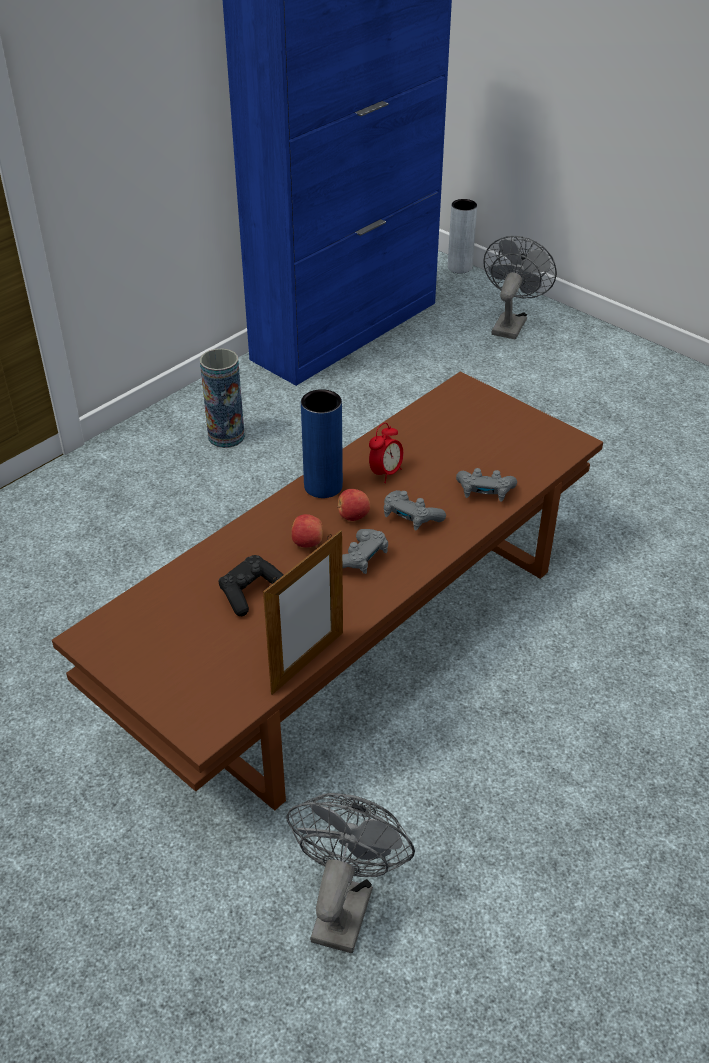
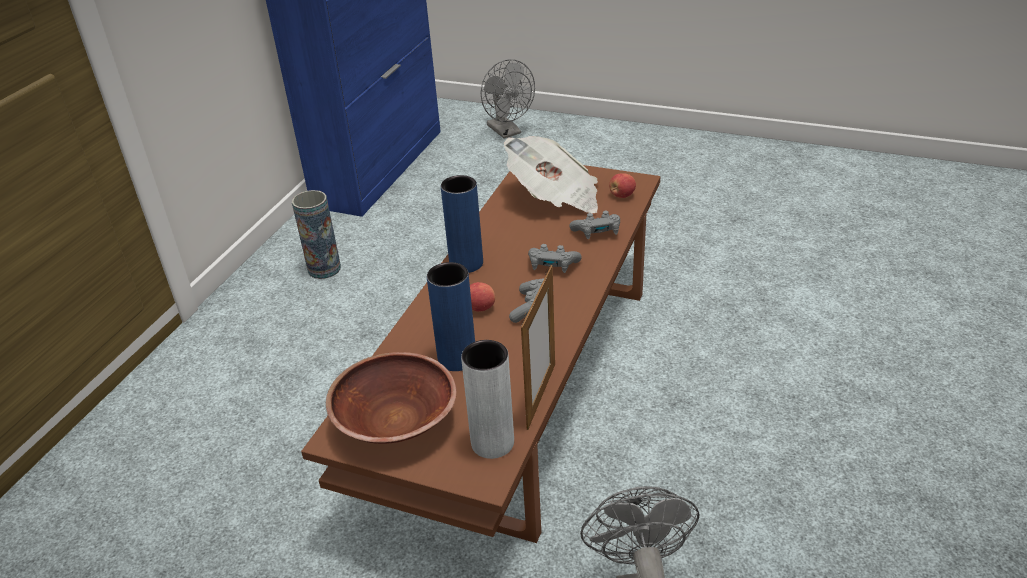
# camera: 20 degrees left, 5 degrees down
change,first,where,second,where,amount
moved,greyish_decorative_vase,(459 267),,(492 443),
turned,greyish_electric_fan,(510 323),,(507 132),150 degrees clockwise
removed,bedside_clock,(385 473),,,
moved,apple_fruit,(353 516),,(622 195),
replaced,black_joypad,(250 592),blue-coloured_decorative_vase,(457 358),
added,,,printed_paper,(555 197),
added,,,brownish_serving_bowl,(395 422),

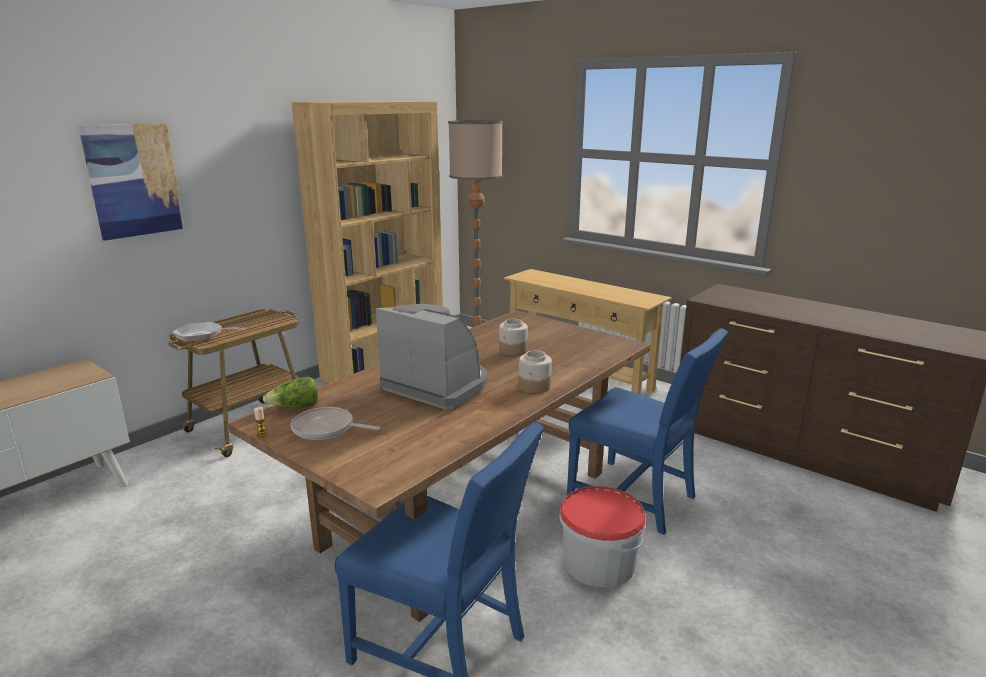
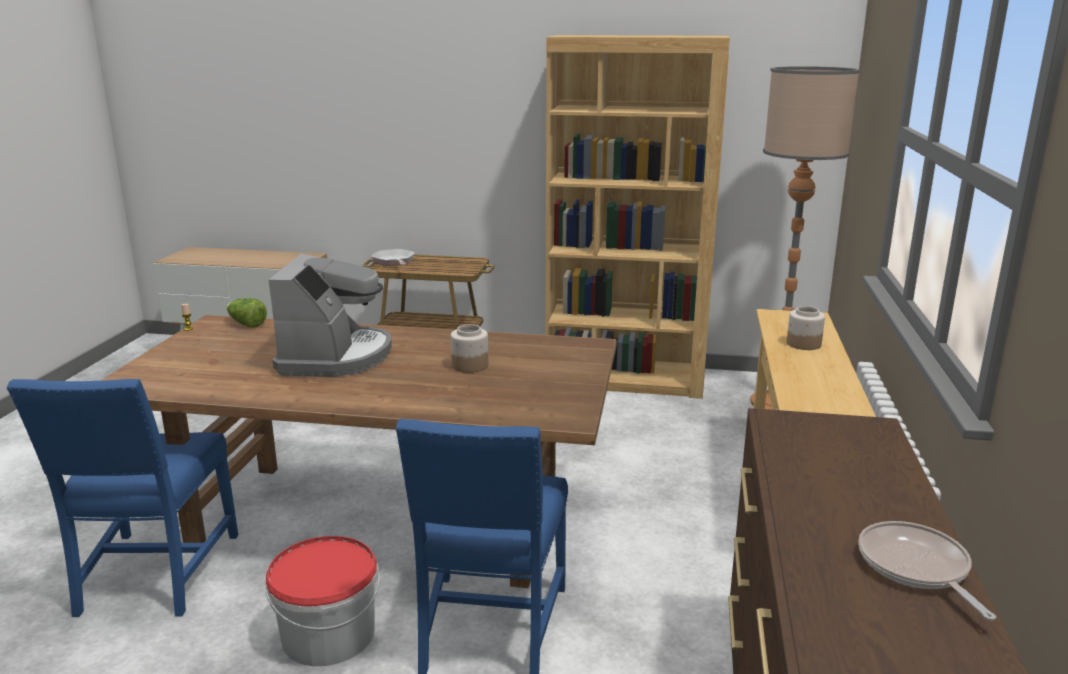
# camera: 60 degrees right, 0 degrees up
change,first,where,second,where,amount
removed,wall_picture,(134 180),,,
moved,storage_jar,(534 386),,(803 344),
moved,frying_pan,(326 429),,(916 568),

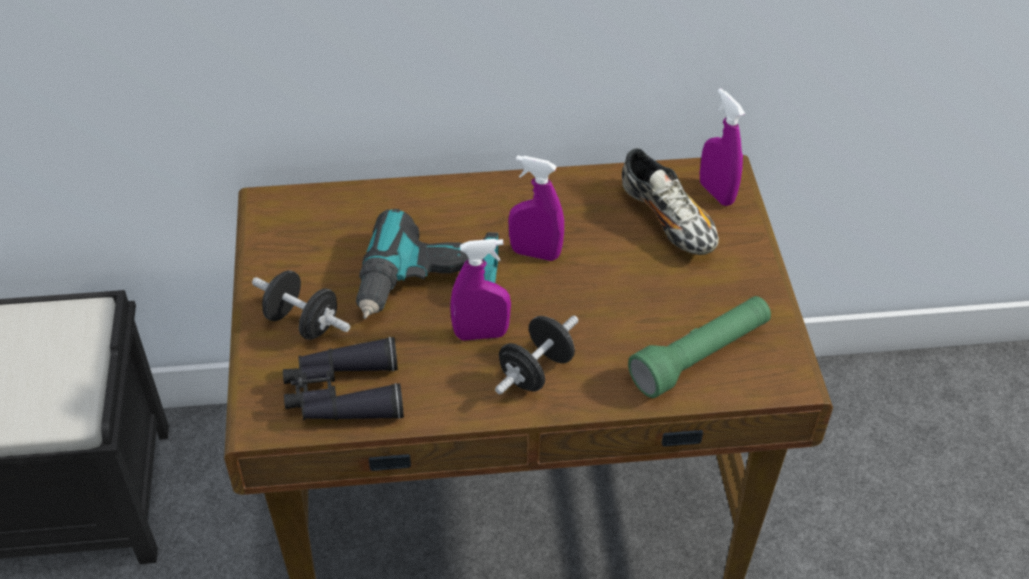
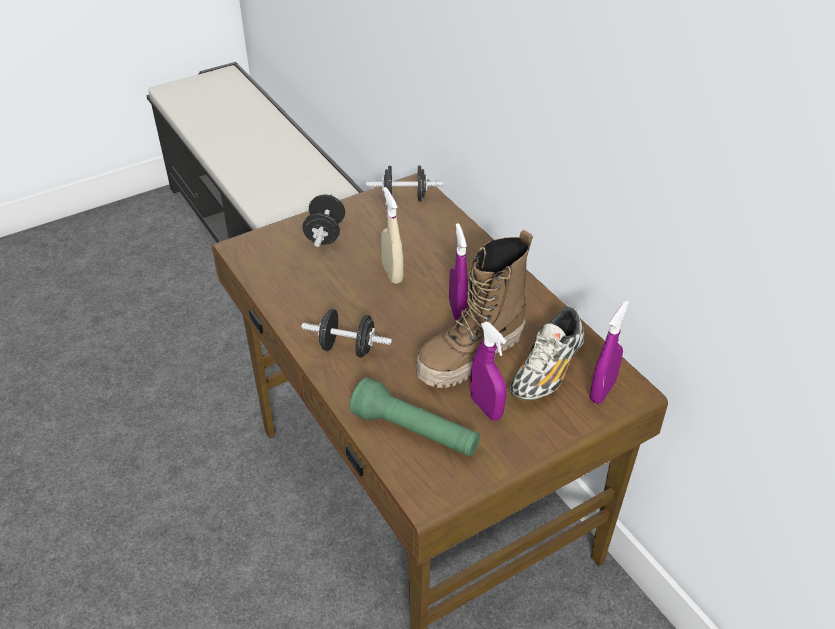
# camera: 65 degrees right, 5 degrees down
change,first,where,second,where,amount
replaced,electric_drill,(429 285),sand-coloured_sprayer,(392 273),
moved,purple_sprayer,(481 334),,(486 408),
removed,black_binoculars,(343 394),,,
added,,,black_hand_weight,(404 198),
added,,,high-top_boot,(471 356),

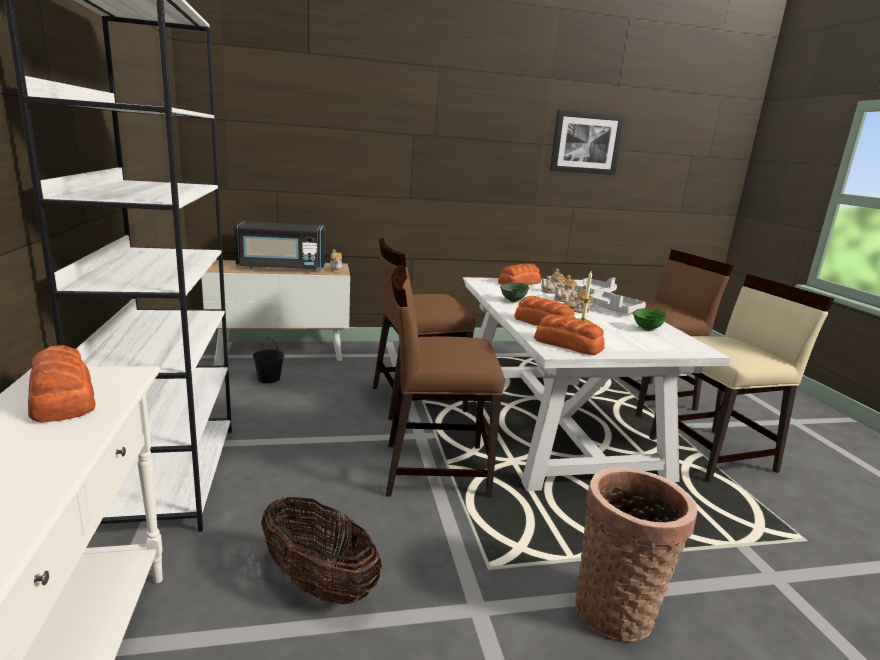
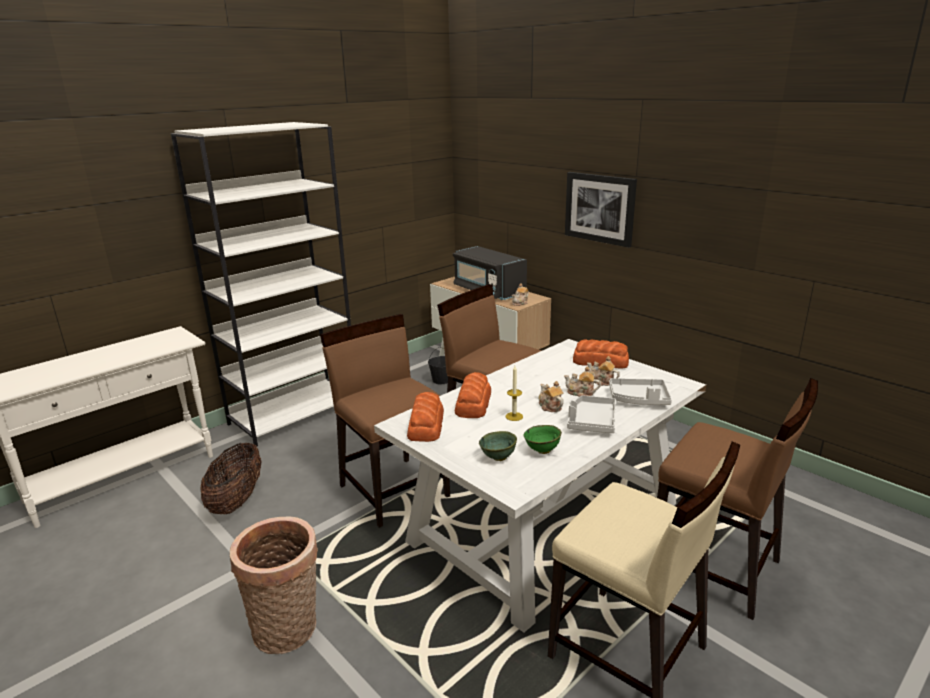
# camera: 60 degrees right, 5 degrees up
change,first,where,second,where,amount
moved,wall_picture,(586 143),,(600 208),
moved,greenish_serving_bowl,(513 301),,(498 458),
removed,bread,(61 398),,,

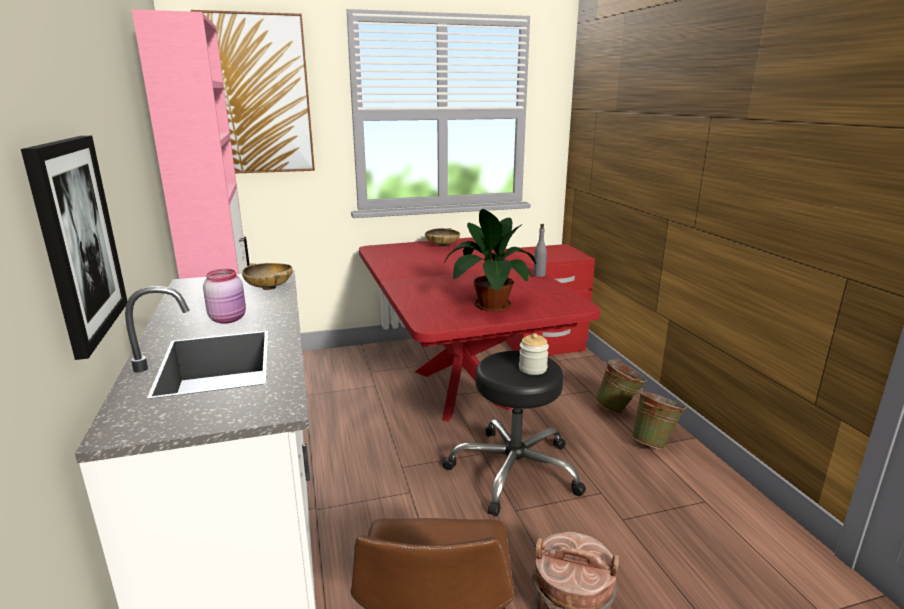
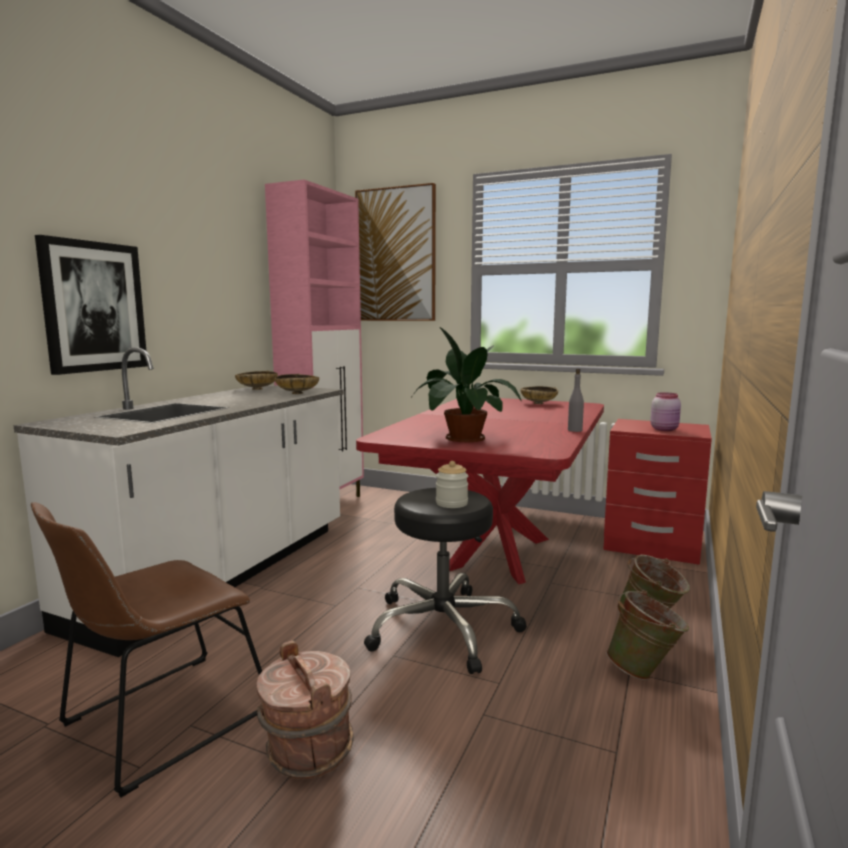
# camera: 40 degrees right, 10 degrees down
change,first,where,second,where,amount
moved,pink-coloured_storage_jar,(229 319),,(665 429),
added,,,sand-coloured_serving_bowl,(257 389),

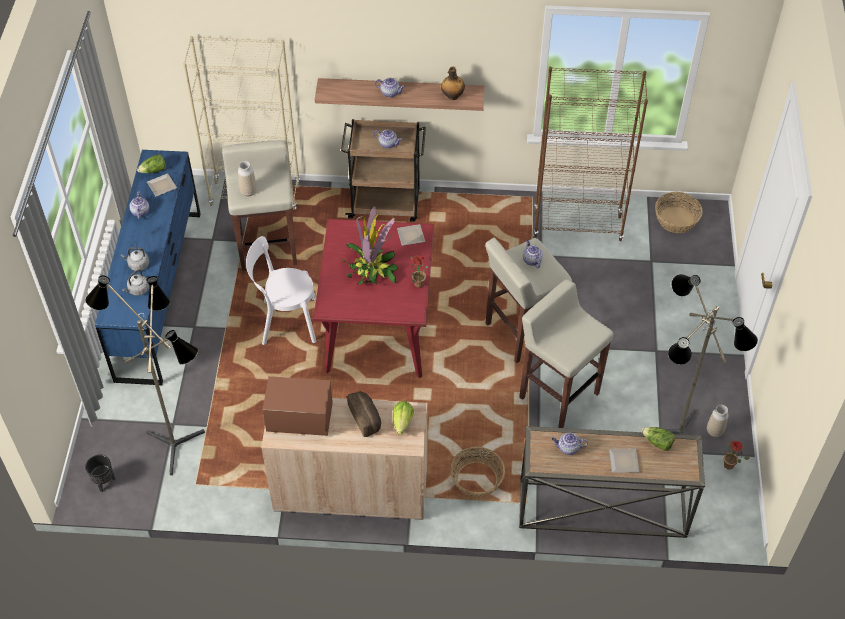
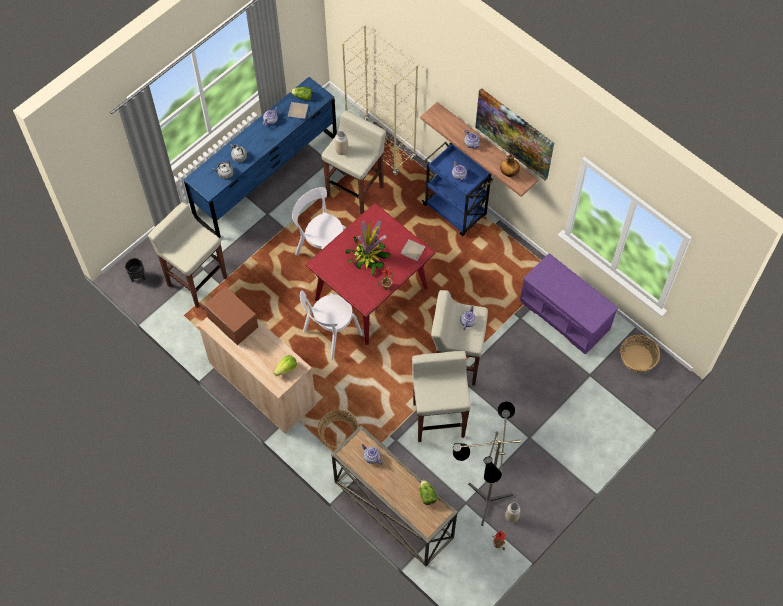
# camera: 40 degrees right, 10 degrees up
change,first,where,second,where,amount
replaced,brownish_bookcase,(577 226),purple_long_seat,(565 315),
recoloured,brownish_cart,(386 204),blue-coloured_cart,(455 211),
replaced,standard_lamp,(177 440),sand-coloured_stool_seat,(196 281),
removed,bread,(366 418),,,
removed,flat_dish,(624 460),,,
added,,,wall_picture,(514 133),
added,,,white-coloured_upright_chair,(330 335),

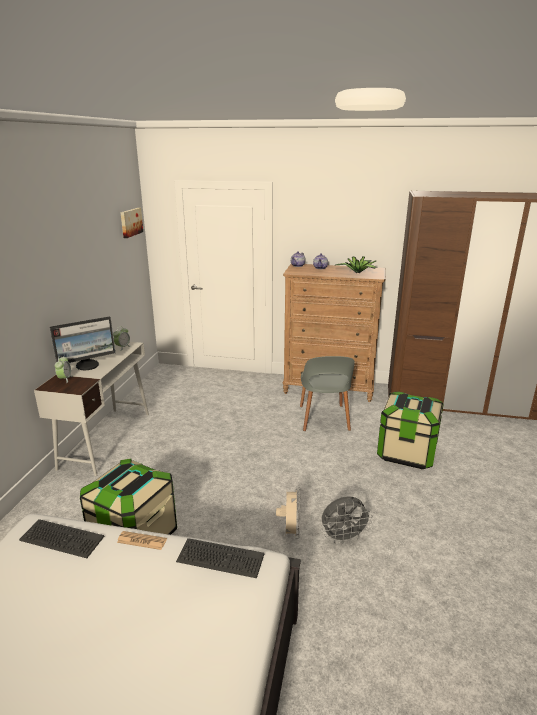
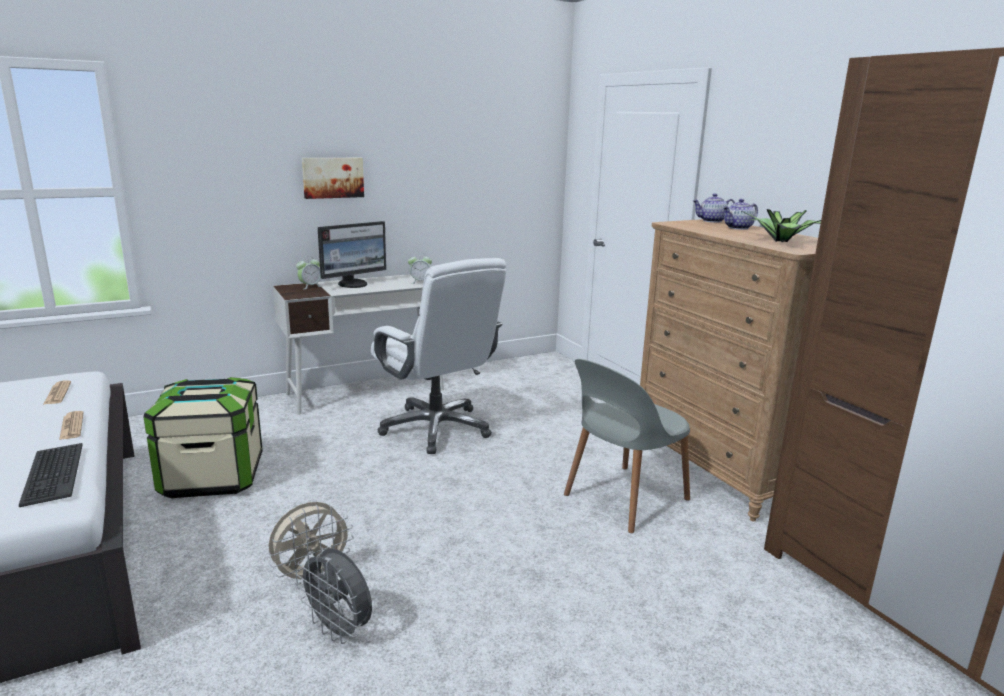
# camera: 50 degrees right, 5 degrees down
change,first,where,second,where,amount
moved,wall_picture,(130 222),,(333 177),
turned,monitor,(88 365),,(353 284),60 degrees counterclockwise
removed,storage_container,(406 452),,,
replaced,computer_keyboard,(61 539),printed_paper,(57 393),
added,,,white-coloured_office_chair,(436 428),

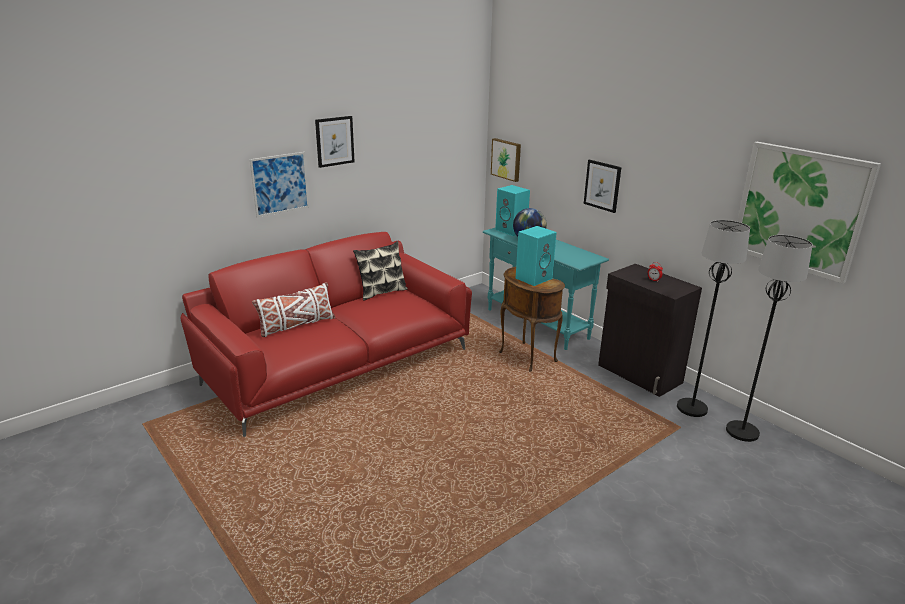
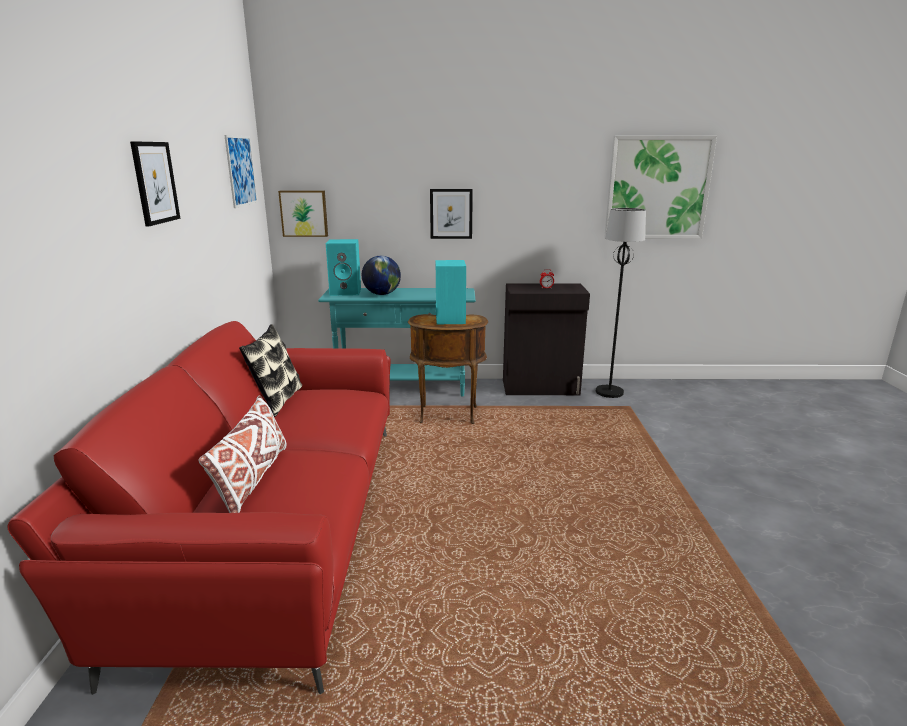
# camera: 50 degrees left, 5 degrees down
change,first,where,second,where,amount
moved,wall_picture,(280 184),,(241 171),
removed,black_standard_lamp,(741 432),,,

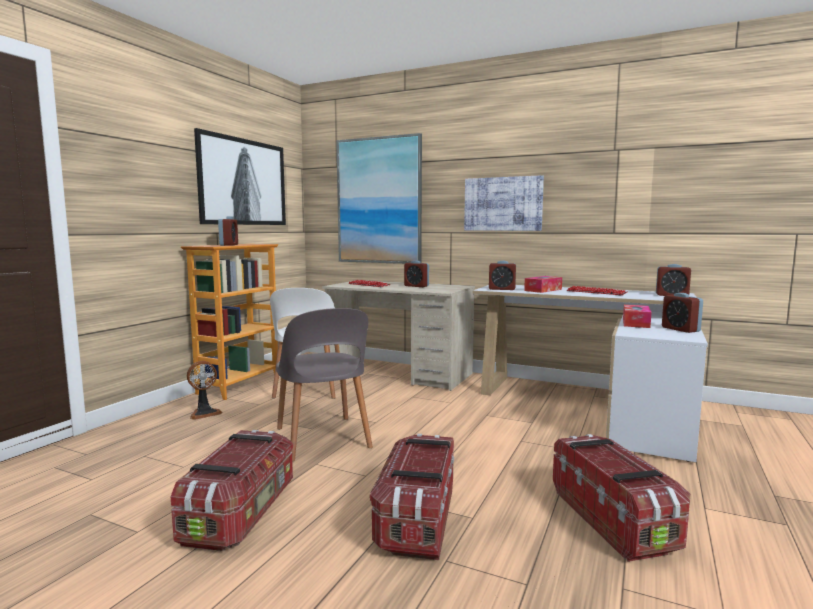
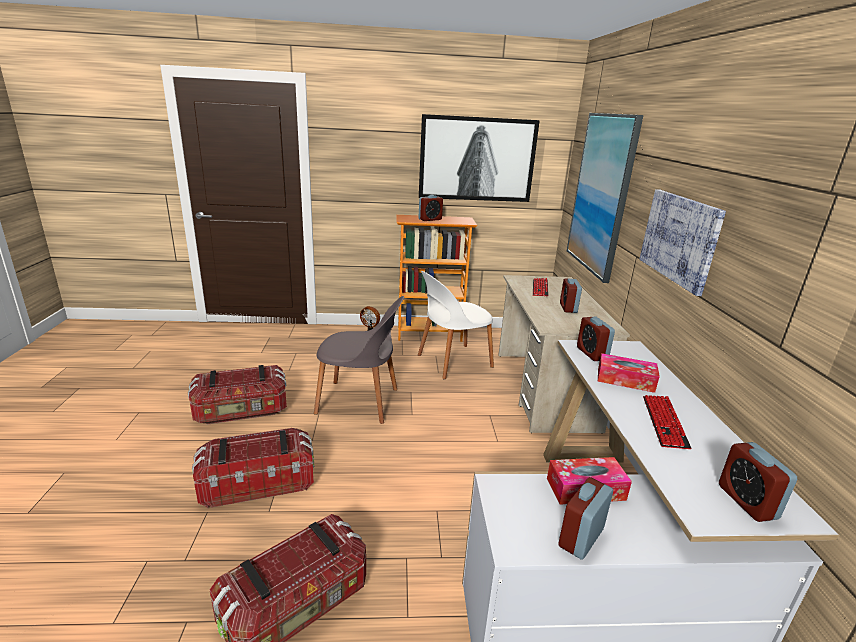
# camera: 60 degrees right, 15 degrees up
change,first,where,second,where,amount
turned,greyish_upright_chair,(322 439),,(360 402),120 degrees counterclockwise

